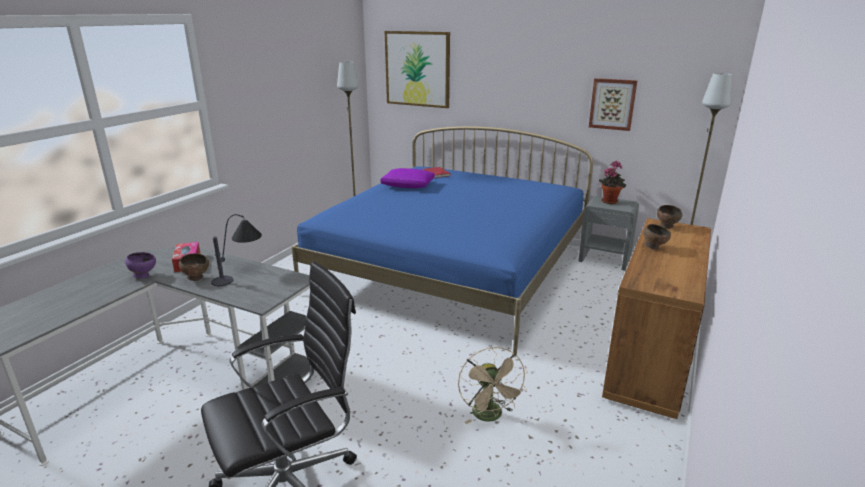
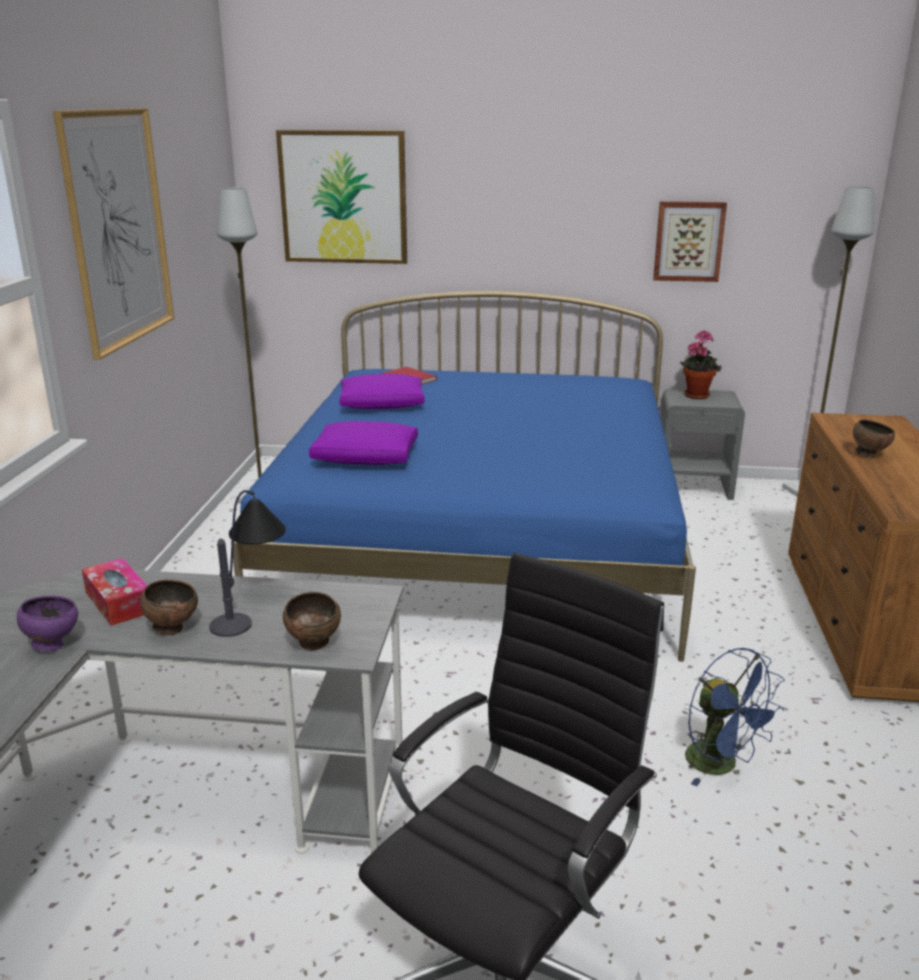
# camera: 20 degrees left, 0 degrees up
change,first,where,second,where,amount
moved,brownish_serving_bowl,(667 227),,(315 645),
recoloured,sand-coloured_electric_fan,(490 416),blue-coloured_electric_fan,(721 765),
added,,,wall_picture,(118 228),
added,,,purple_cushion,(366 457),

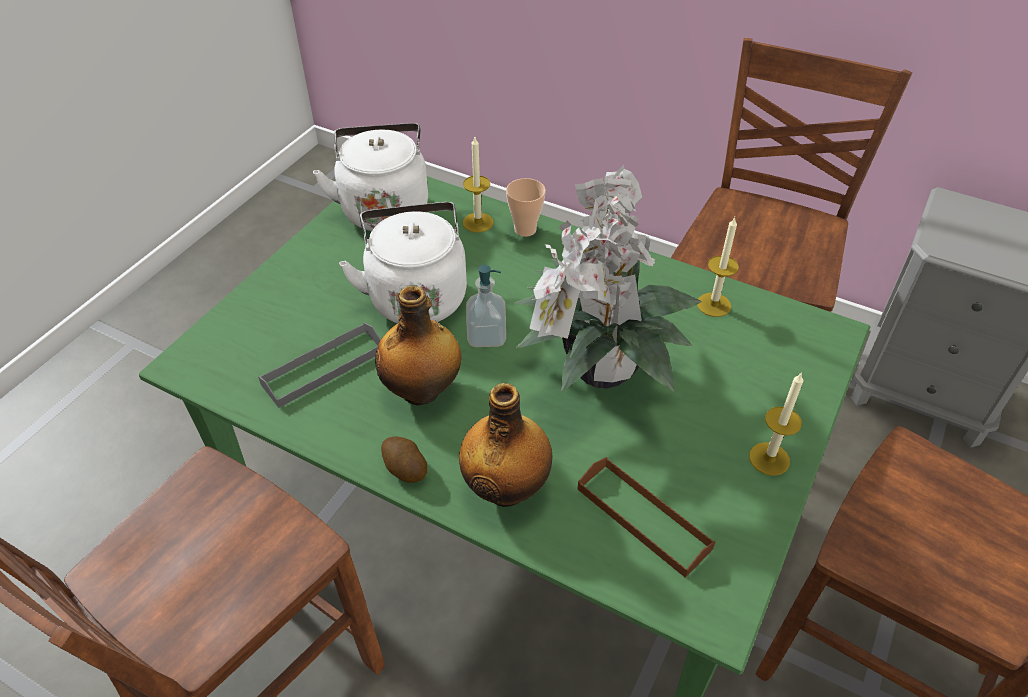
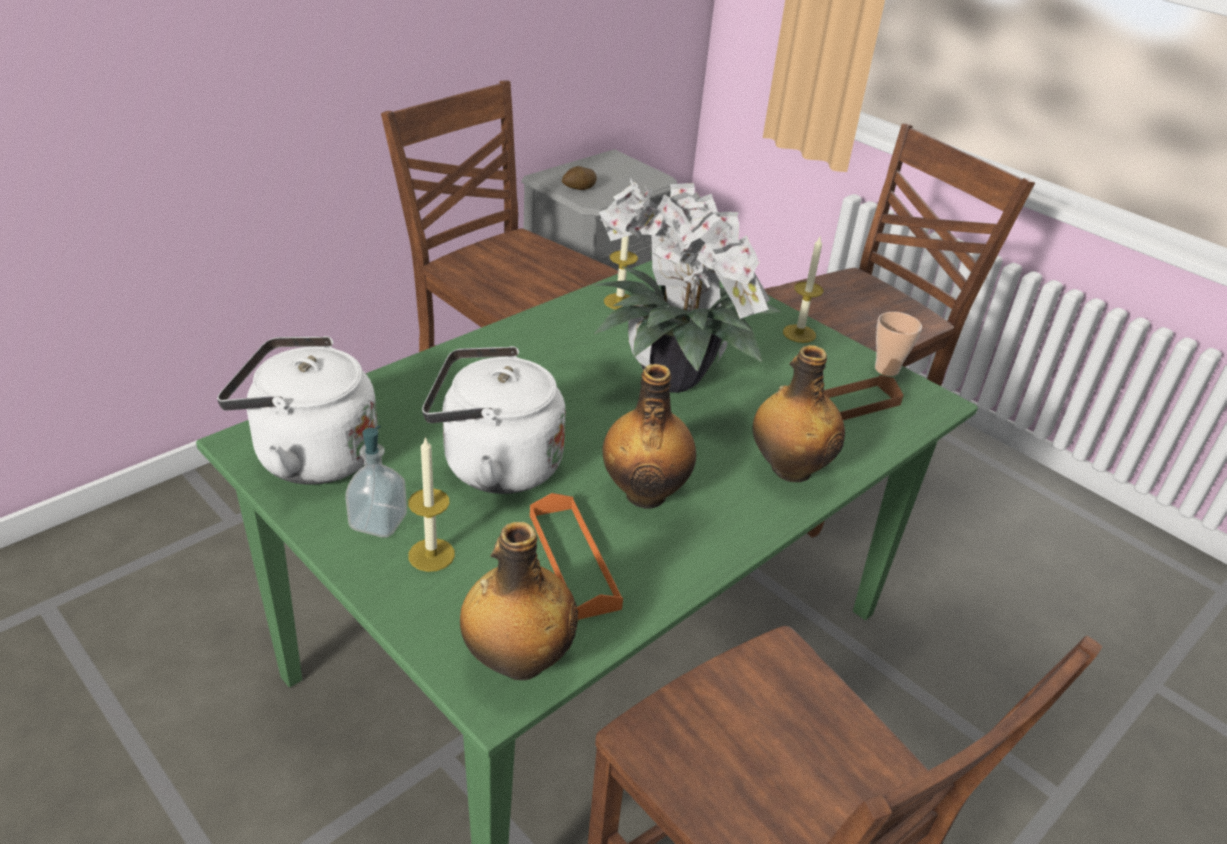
# camera: 75 degrees left, 10 degrees down
change,first,where,second,where,amount
moved,wax_candle,(478 222),,(431 555),
moved,small_cup,(525 230),,(886 369),
moved,soap_bottle,(486 336),,(378 522),
recoloured,greyish_tray,(323 367),orange_tray,(573 560),
moved,potato,(404 468),,(578 189),
added,,,bottle,(517 660),

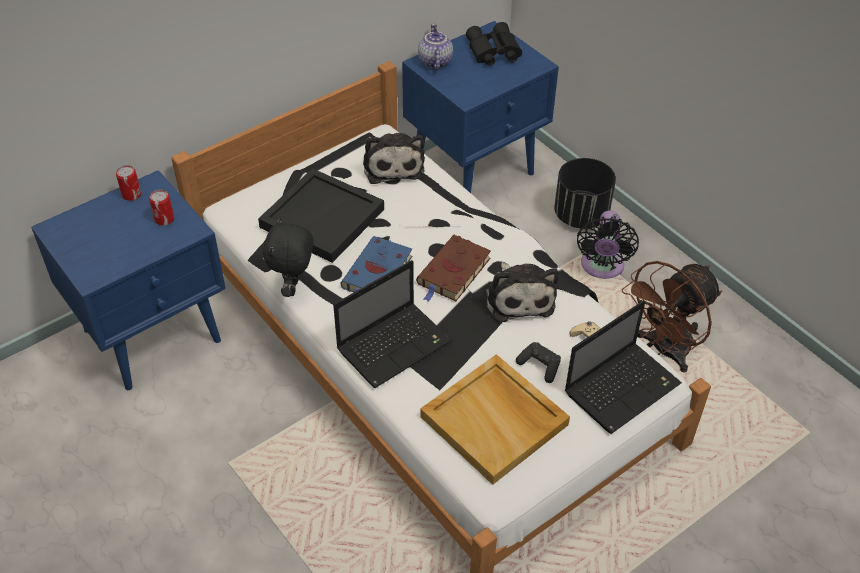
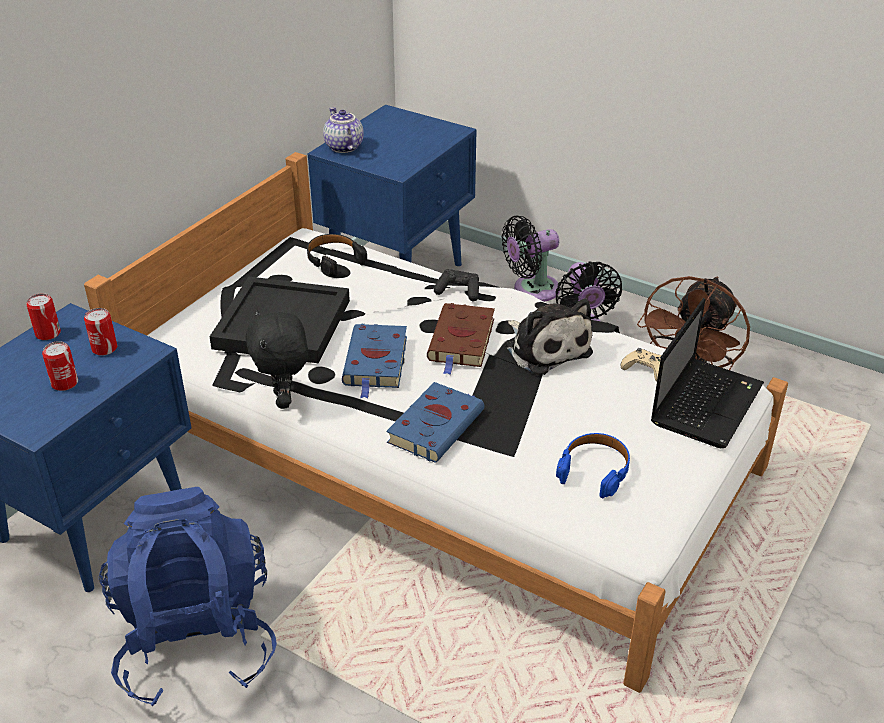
# camera: 20 degrees left, 10 degrees down
change,first,where,second,where,amount
removed,black_binoculars,(492 52),,,
replaced,soft_toy,(393 164),black_headphones,(334 260),
replaced,black_planter,(581 216),black_electric_fan,(531 290),
replaced,portable_computer,(395 344),blue-coloured_book,(437 425),
moved,black_joypad,(539 366),,(458 292),
replaced,sand-coloured_tray,(495 421),blue-coloured_headphones,(594 470),
added,,,can,(64 383),
added,,,blue-coloured_rucksack,(196 639),

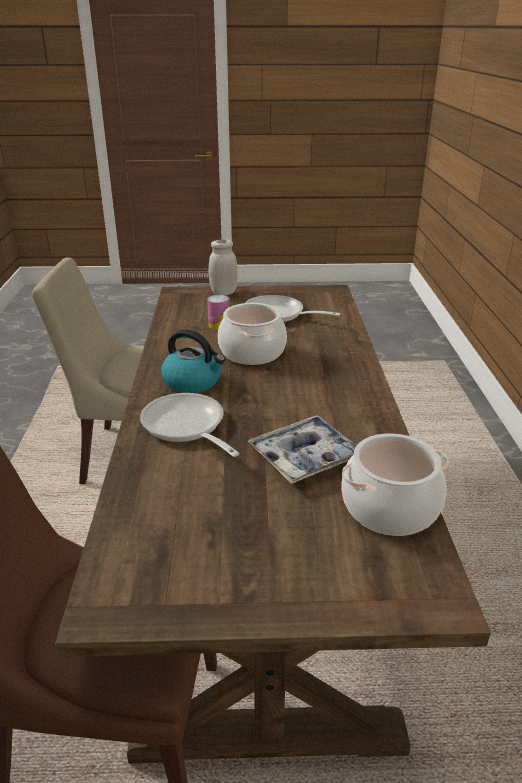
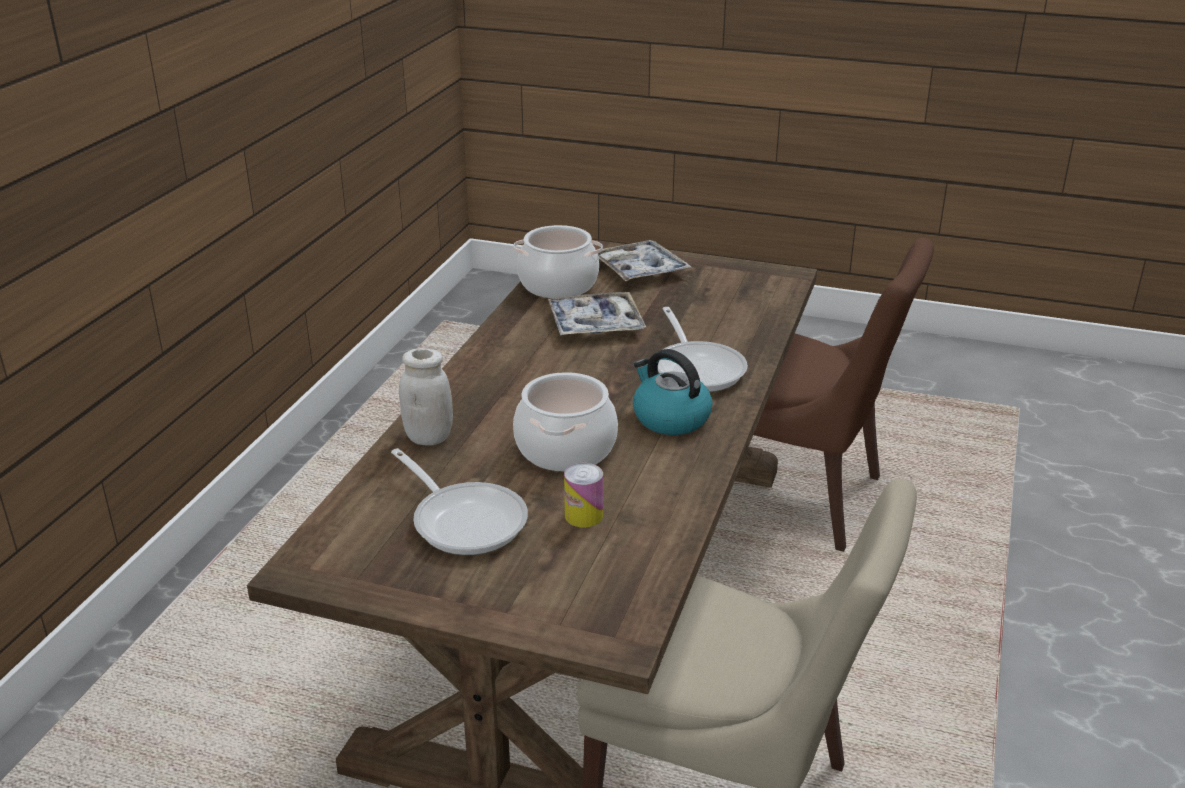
# camera: 160 degrees left, 0 degrees up
change,first,where,second,where,amount
moved,white-coloured_storage_jar,(223 293),,(428 437),
added,,,tray,(639 270),

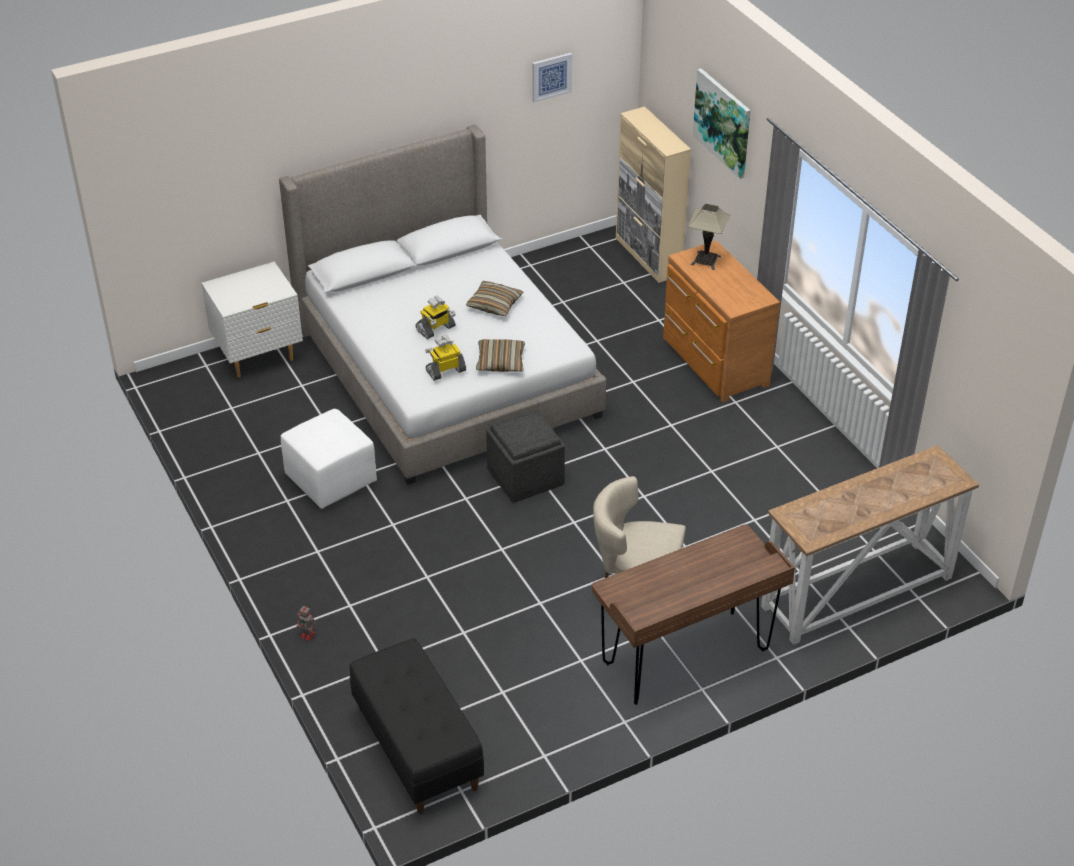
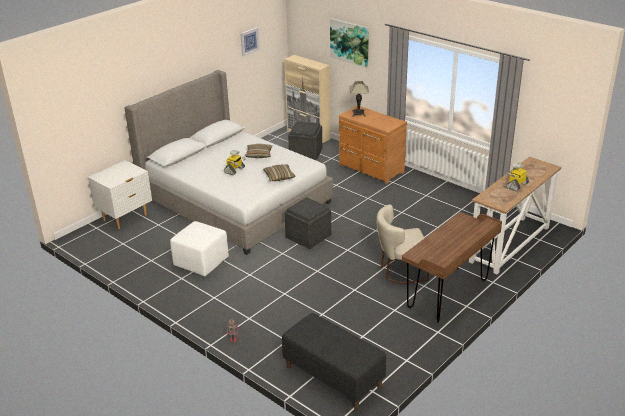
# camera: 20 degrees left, 10 degrees down
change,first,where,second,where,amount
moved,robot_figure,(446 370),,(516 185),
added,,,greyish_ottoman,(305 153),

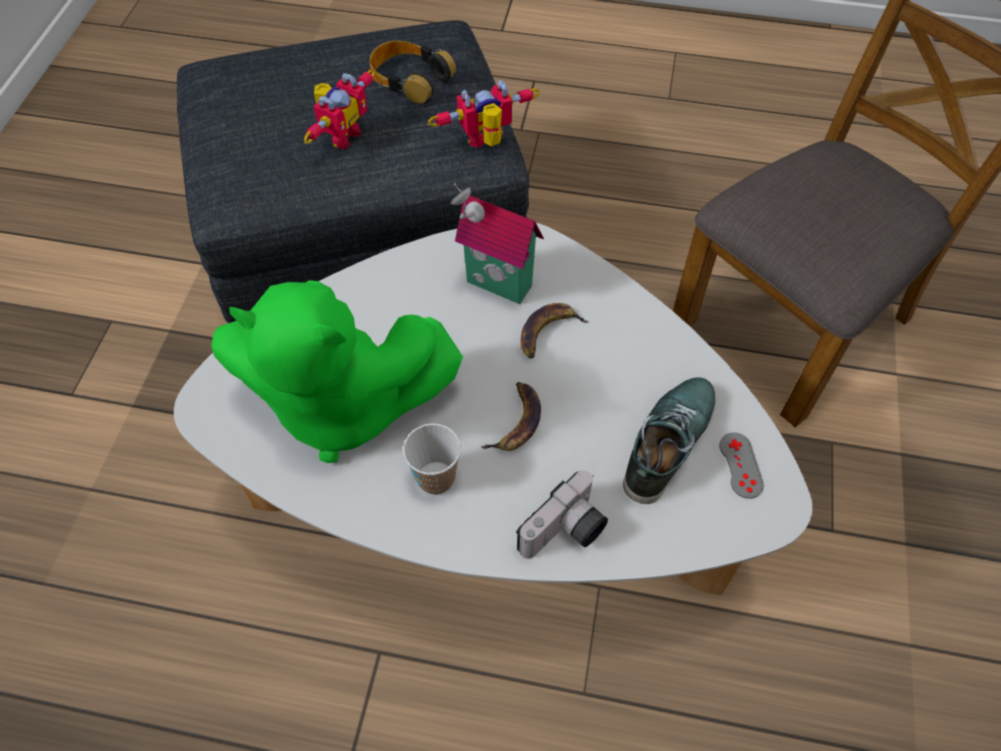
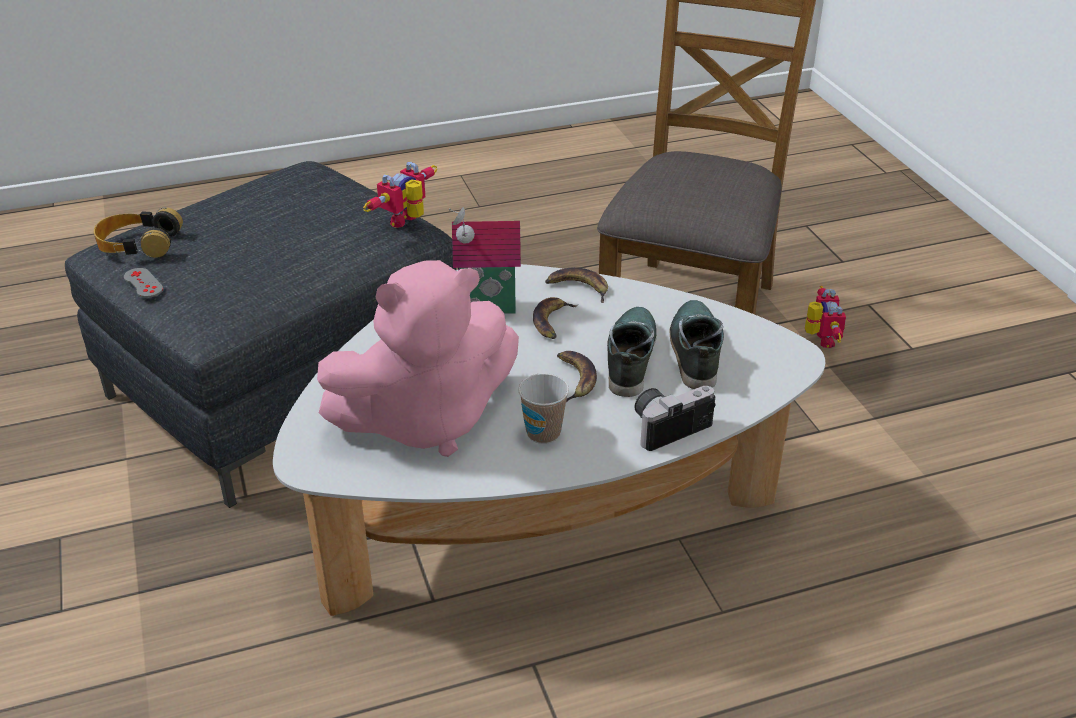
# camera: 30 degrees left, 20 degrees down
change,first,where,second,where,amount
moved,headphones,(410 79),,(139 243),
moved,robot_figure,(341 135),,(819 339),
recoloured,greenish_soft_toy,(341 404),pink-coloured_soft_toy,(426 420),
moved,greyish_joypad,(740 465),,(143 283),
turned,photo_camera,(565 533),,(668 425),135 degrees counterclockwise
added,,,banana,(578 288),
added,,,shoe,(629 357),

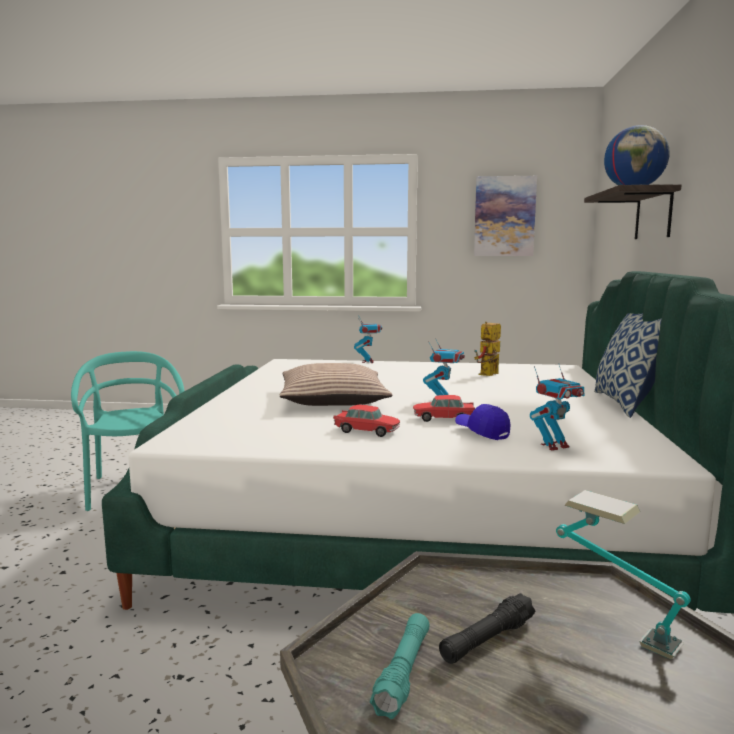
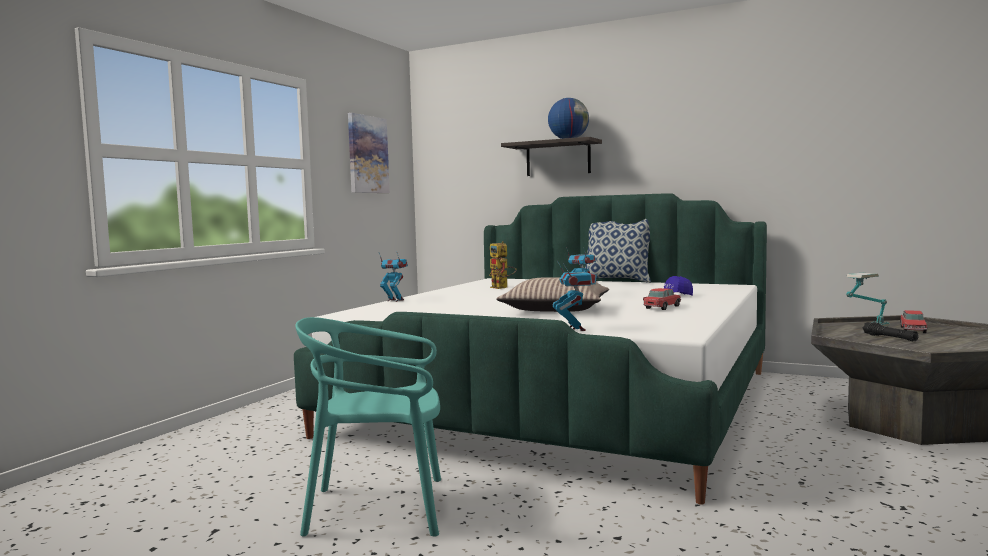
# camera: 70 degrees left, 5 degrees down
change,first,where,second,where,amount
moved,robot_figure,(554 446),,(575 329),
moved,model_car,(443 419),,(913 330),
removed,turquoise_torch,(403 672),,,

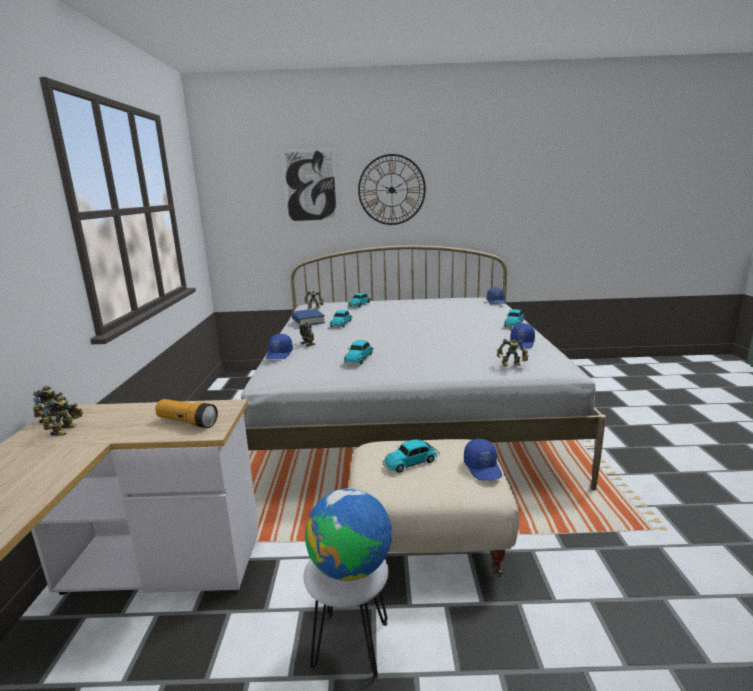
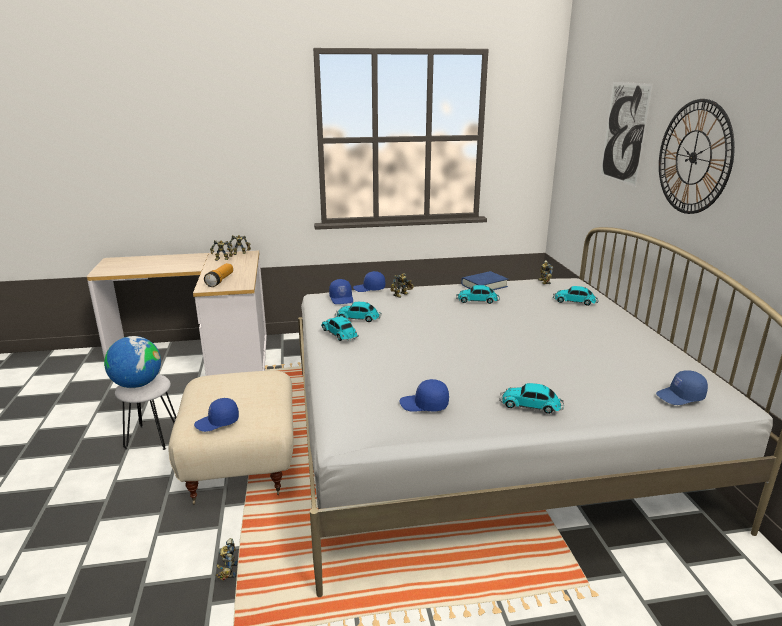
# camera: 80 degrees right, 5 degrees up
change,first,where,second,where,amount
moved,robot_figure,(512 365),,(228 571),
moved,model_car,(412 462),,(340 334),
added,,,blue-coloured_cap,(342 299),

